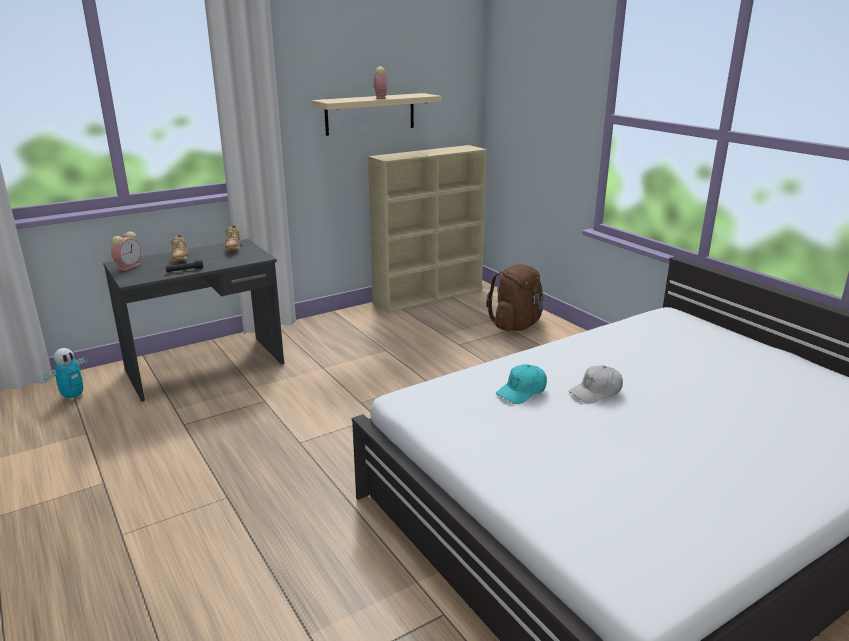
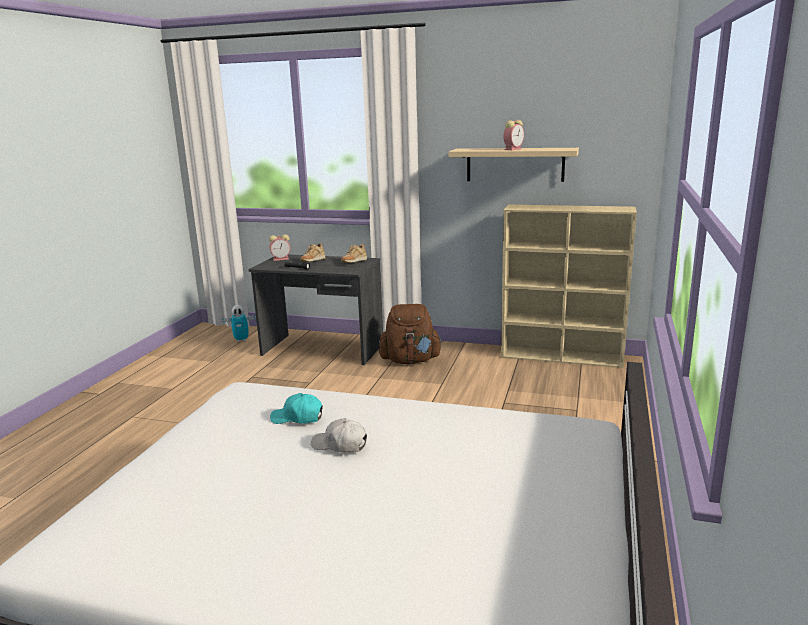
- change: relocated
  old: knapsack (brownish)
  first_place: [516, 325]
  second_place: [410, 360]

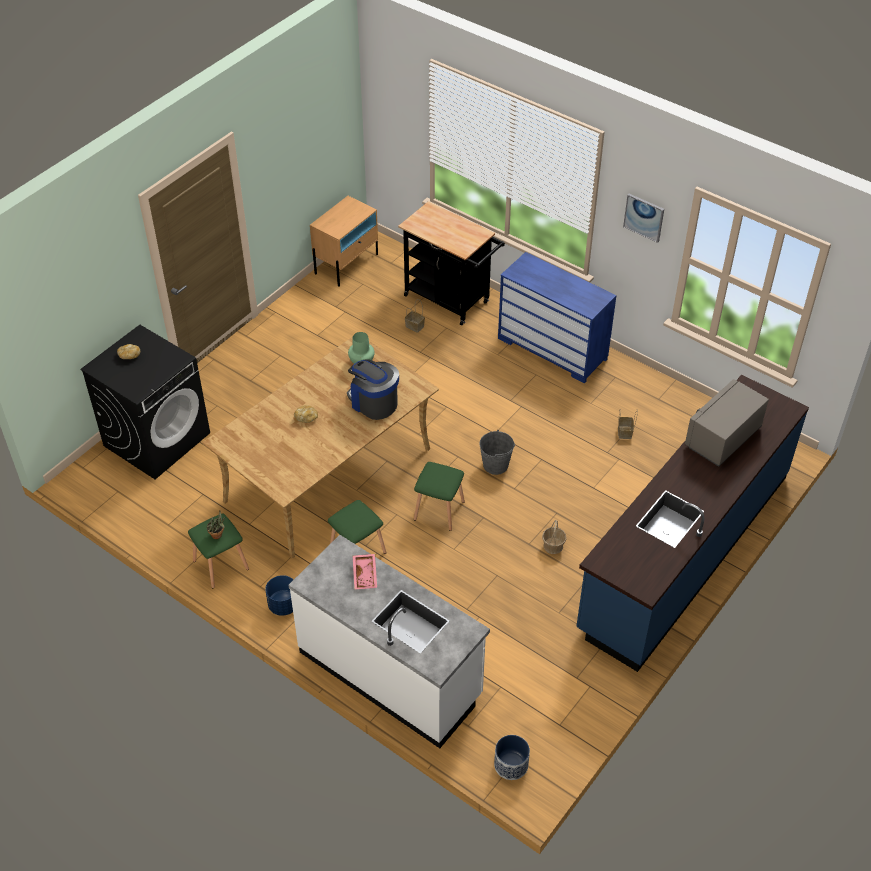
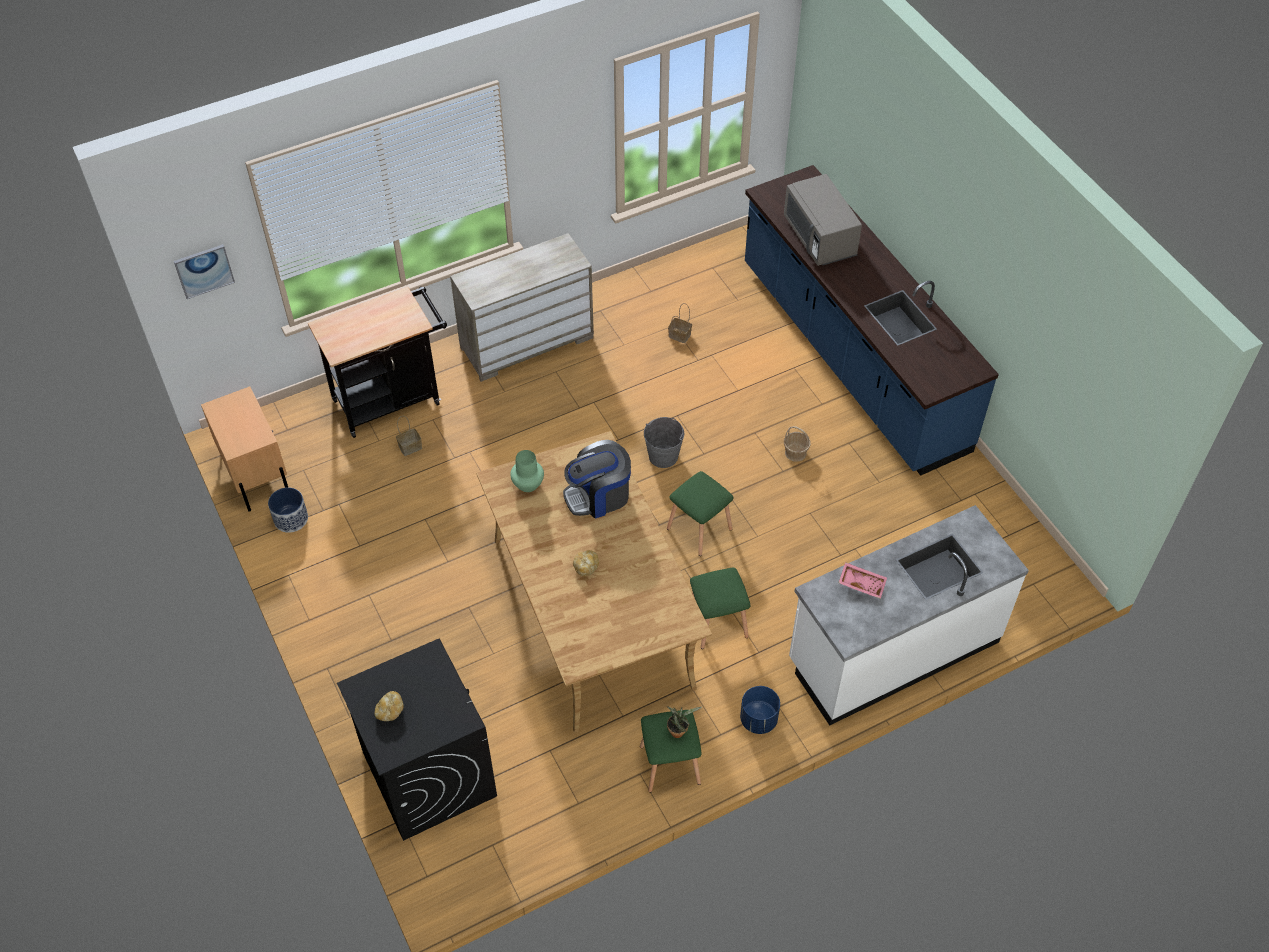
- change: relocated
  old: flower pot
  first_place: [511, 765]
  second_place: [291, 519]
- change: relocated
  old: wall picture
  first_place: [644, 217]
  second_place: [204, 270]
- change: colour
  old: chest of drawers (blue)
  new: chest of drawers (sand-coloured)
  first_place: [552, 348]
  second_place: [527, 342]

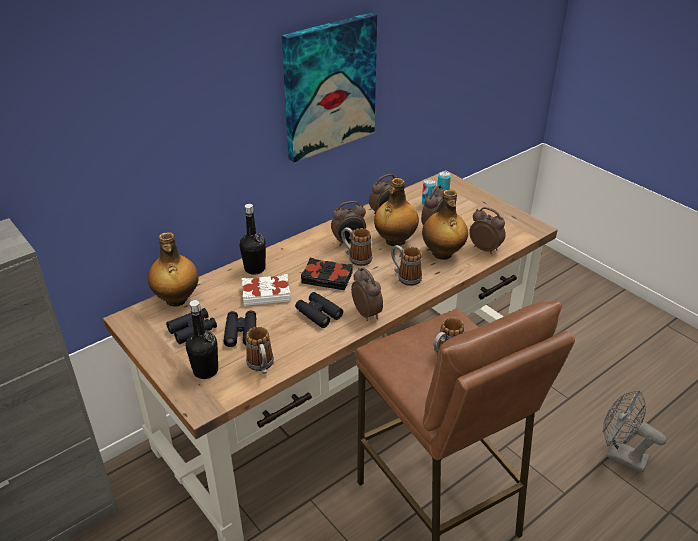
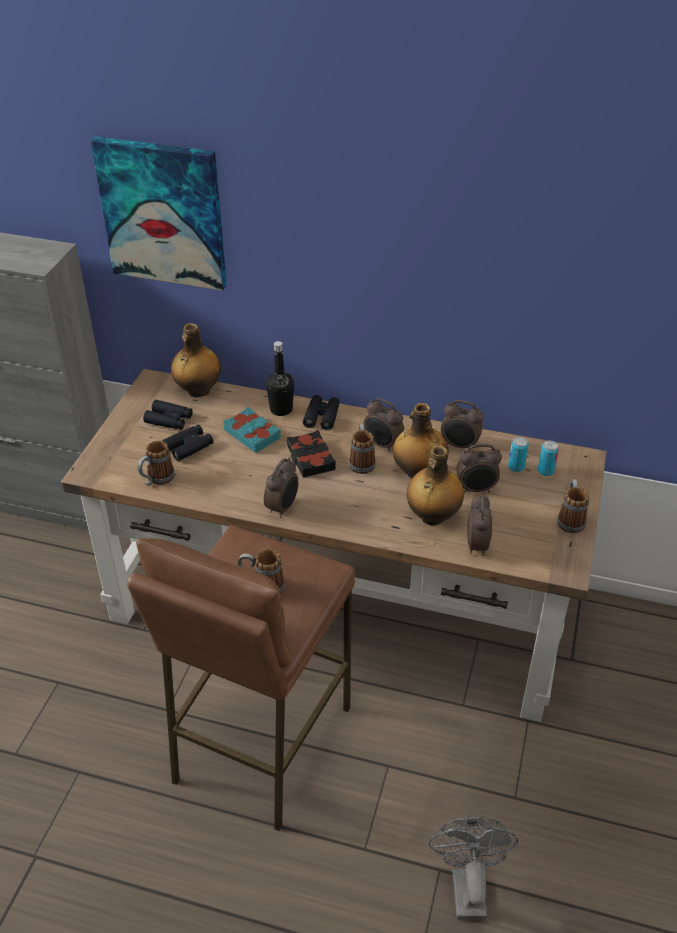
- change: missing
  old: beverage bottle (black-coloured)
  first_place: [205, 371]
- change: relocated
  old: wall picture
  first_place: [329, 86]
  second_place: [163, 213]
- change: relocated
  old: binoculars (black-coloured)
  first_place: [318, 314]
  second_place: [322, 416]
- change: relocated
  old: mug
  first_place: [405, 277]
  second_place: [570, 519]
- change: colour
  old: book (white-coloured)
  new: book (blue-green)
  first_place: [266, 293]
  second_place: [252, 434]

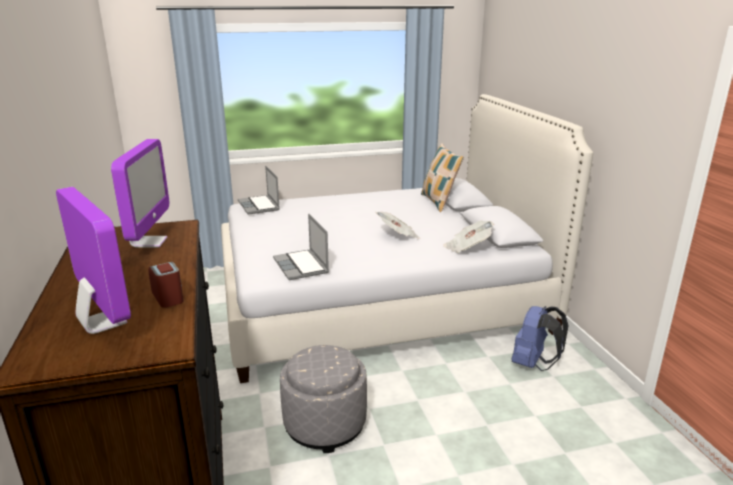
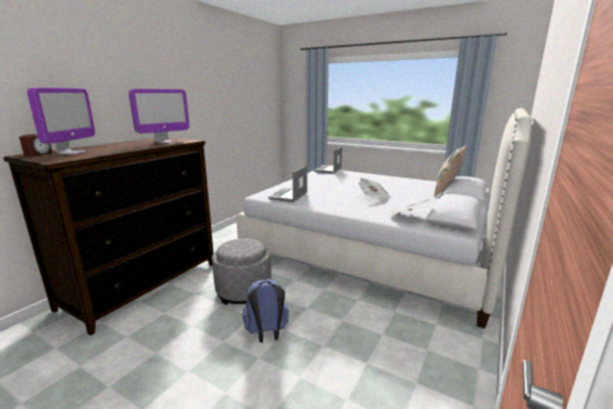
- change: relocated
  old: alarm clock
  first_place: [168, 297]
  second_place: [38, 154]
- change: relocated
  old: knapsack (blue)
  first_place: [533, 364]
  second_place: [267, 334]

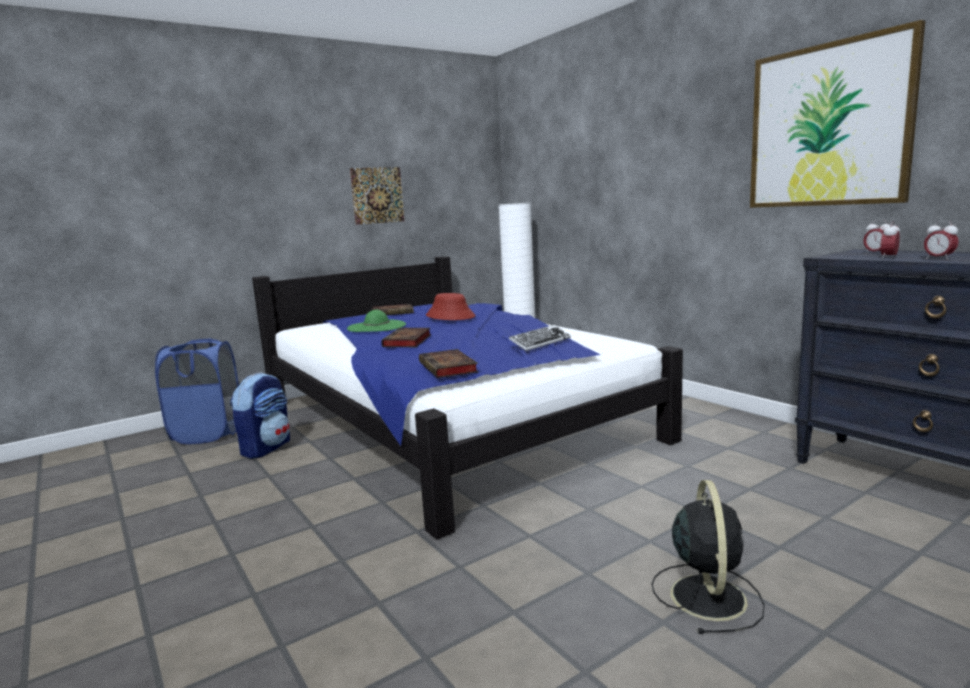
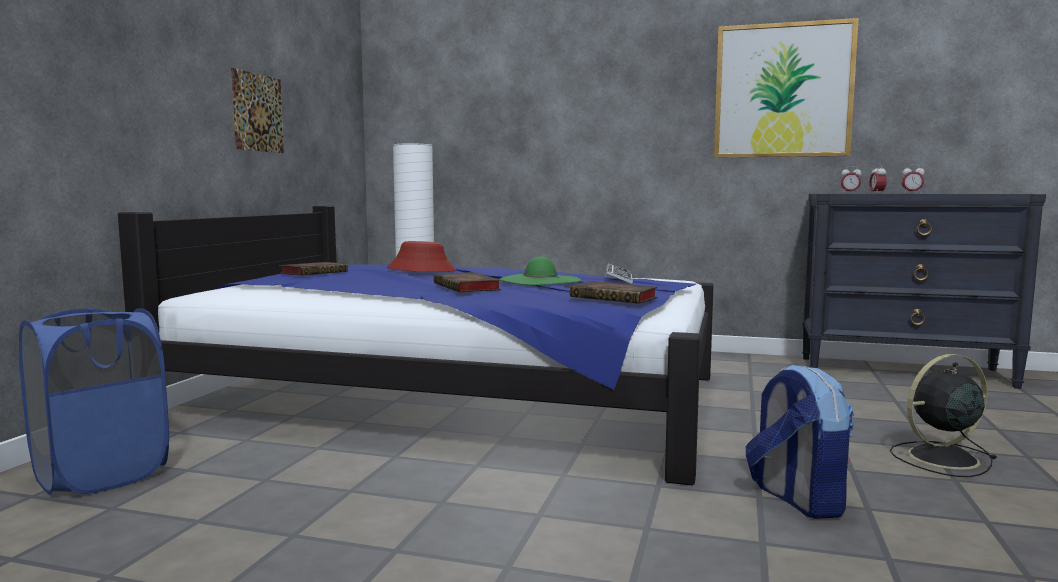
- change: relocated
  old: knapsack
  first_place: [266, 448]
  second_place: [796, 499]
- change: relocated
  old: clothing hat (green-coloured)
  first_place: [376, 326]
  second_place: [540, 280]
- change: spun
  old: cooling fan (black-coloured)
  first_place: [707, 595]
  second_place: [940, 458]
  degrees: -75

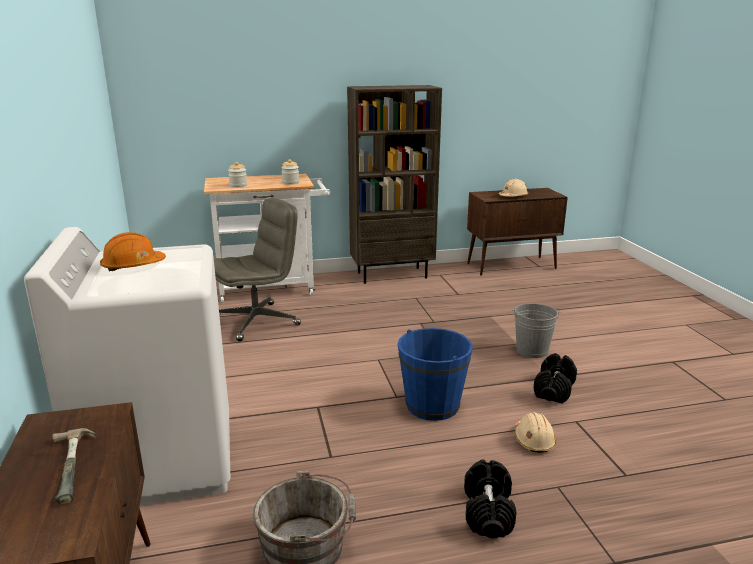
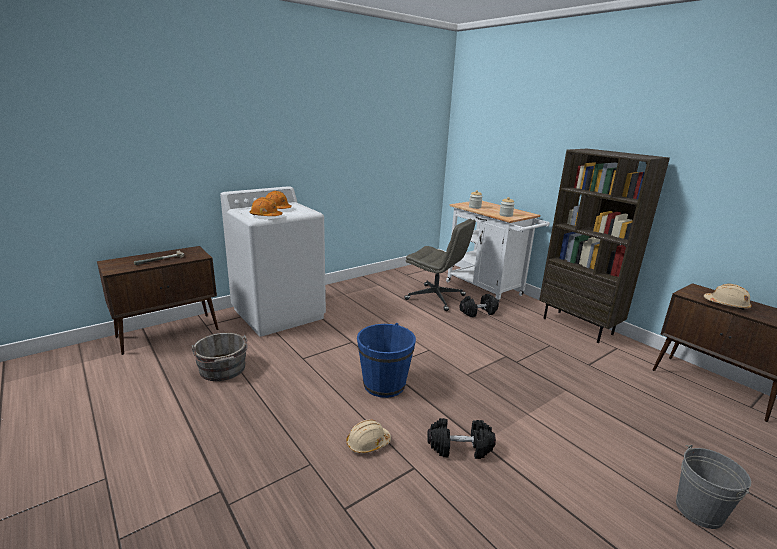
- change: appeared
  new: hard hat (orangey)
  second_place: [265, 216]
- change: relocated
  old: dumbbell (black-coloured)
  first_place: [487, 511]
  second_place: [478, 312]
- change: relocated
  old: pail (greyish)
  first_place: [532, 350]
  second_place: [698, 510]

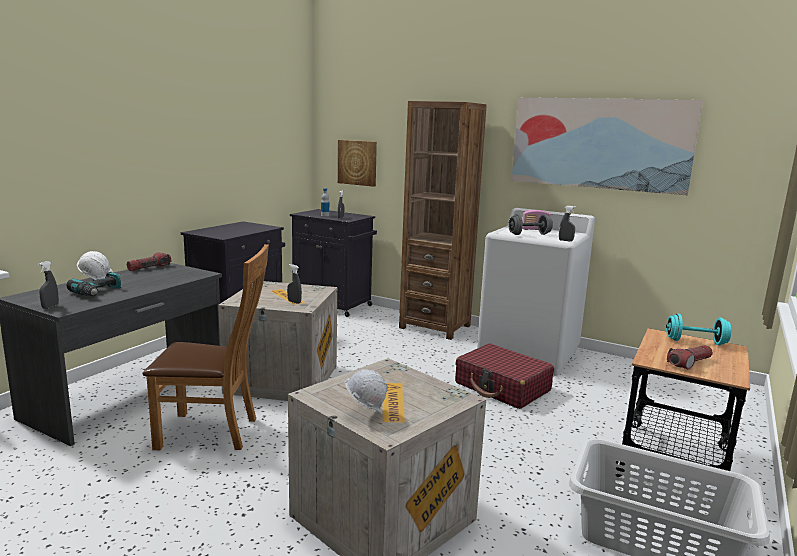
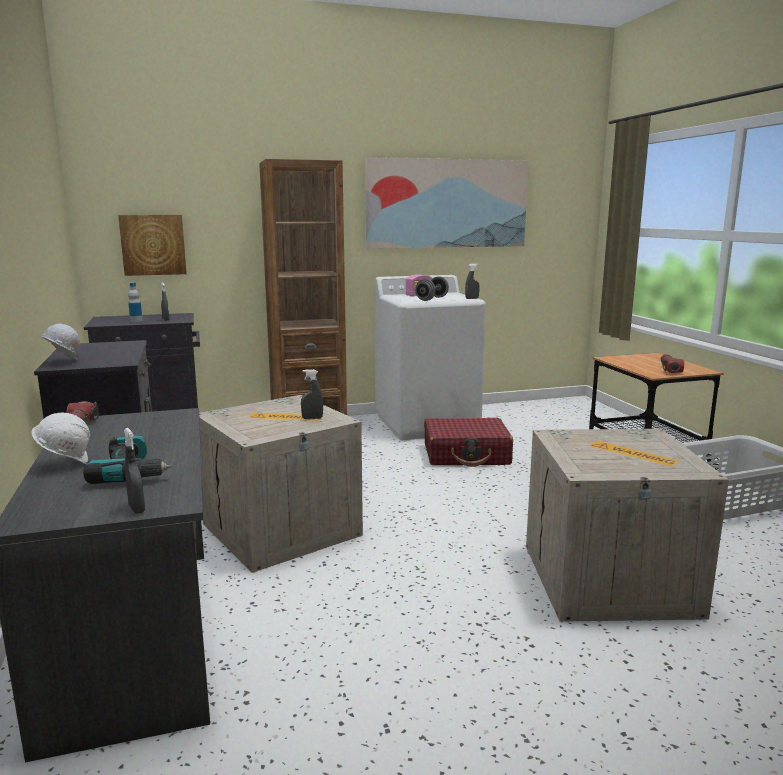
- change: missing
  old: plain chair (brownish)
  first_place: [214, 432]
- change: missing
  old: dumbbell (blue-green)
  first_place: [695, 342]
- change: relocated
  old: hard hat (white-coloured)
  first_place: [365, 412]
  second_place: [62, 362]

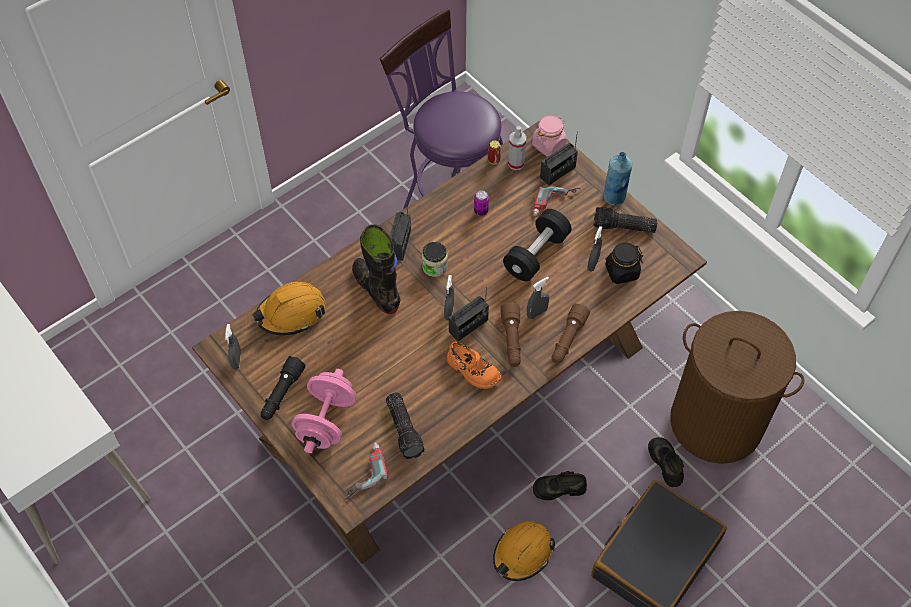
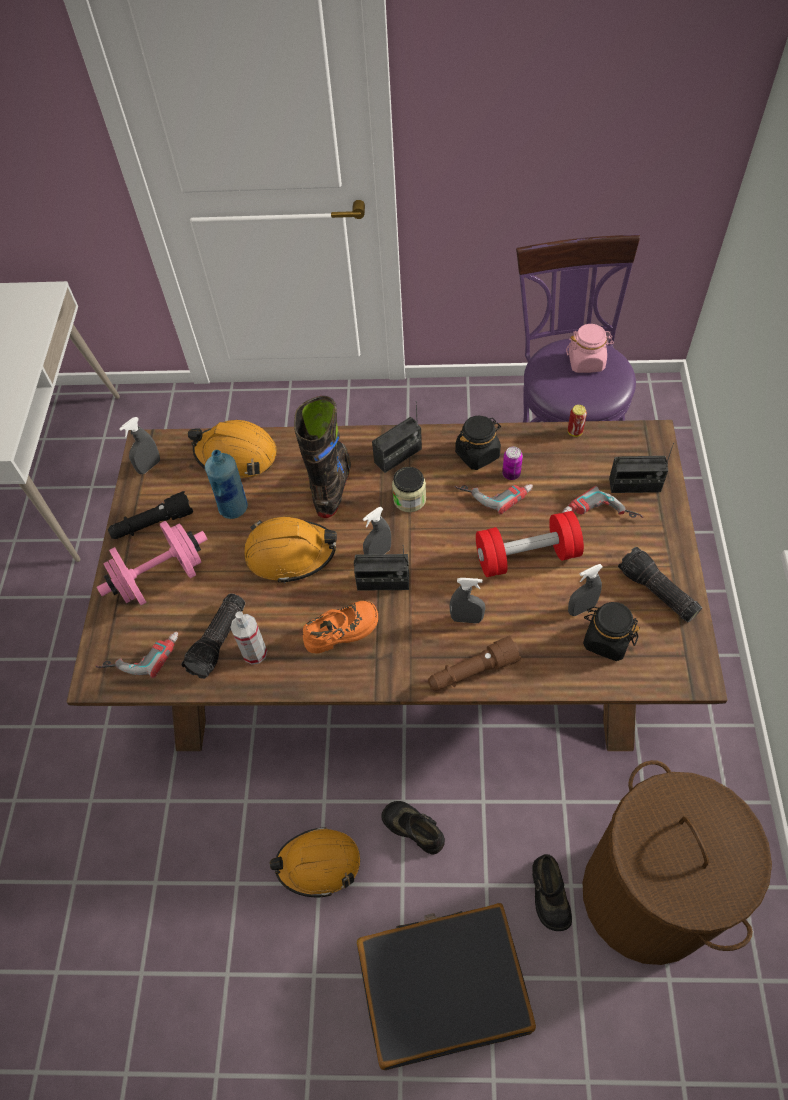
- change: missing
  old: torch (brownish)
  first_place: [511, 340]
- change: appeared
  new: hard hat (orangey)
  second_place: [290, 554]
- change: appeared
  new: electric drill
  second_place: [494, 490]
- change: appeared
  new: jar (black-coloured)
  second_place: [477, 454]
- change: relocated
  old: spray bottle
  first_place: [516, 163]
  second_place: [254, 653]
- change: relocated
  old: jar (pink)
  first_place: [548, 145]
  second_place: [586, 362]
- change: relocated
  old: beverage bottle (blue)
  first_place: [614, 197]
  second_place: [234, 508]
- change: colour
  old: dumbbell (black-coloured)
  new: dumbbell (reddish)
  first_place: [536, 254]
  second_place: [526, 556]
- change: spun
  old: item of footwear (orangey)
  first_place: [472, 370]
  second_place: [342, 631]
  degrees: -105
- change: spun
  old: item of footwear (black-coloured)
  first_place: [666, 463]
  second_place: [549, 894]
  degrees: 150

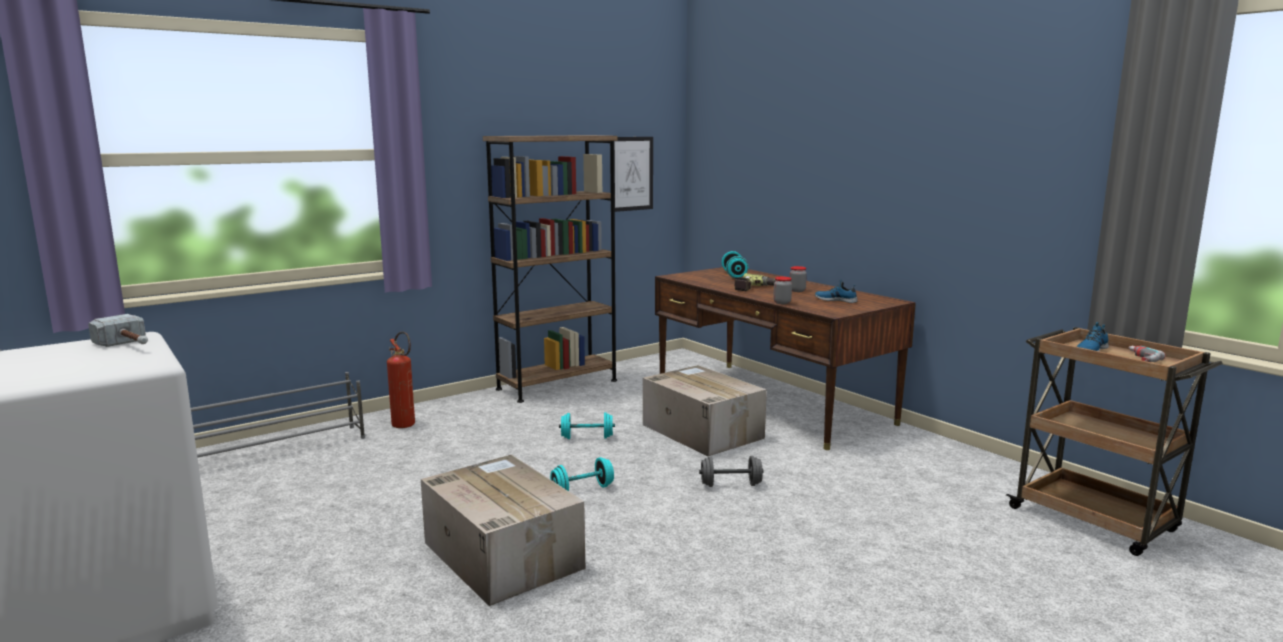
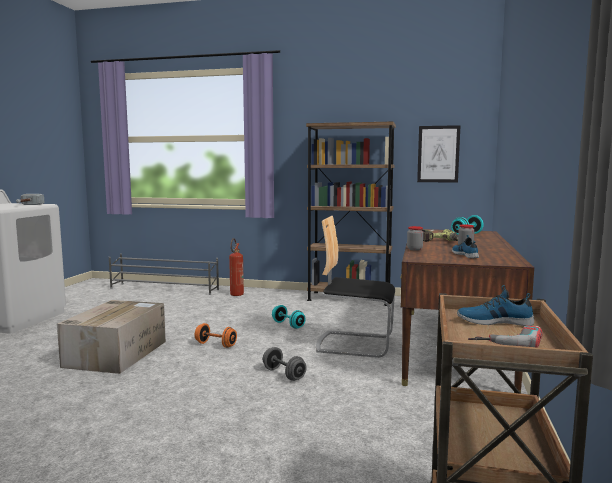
- change: exchanged
  old: packing box
  new: plain chair
  first_place: [701, 431]
  second_place: [355, 344]
- change: colour
  old: dumbbell (blue-green)
  new: dumbbell (orangey)
  first_place: [582, 490]
  second_place: [216, 345]

